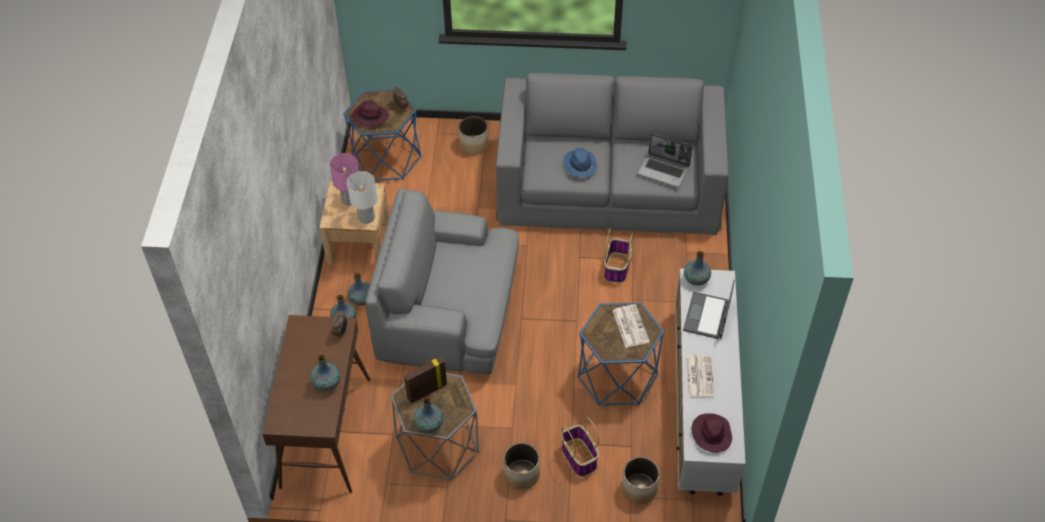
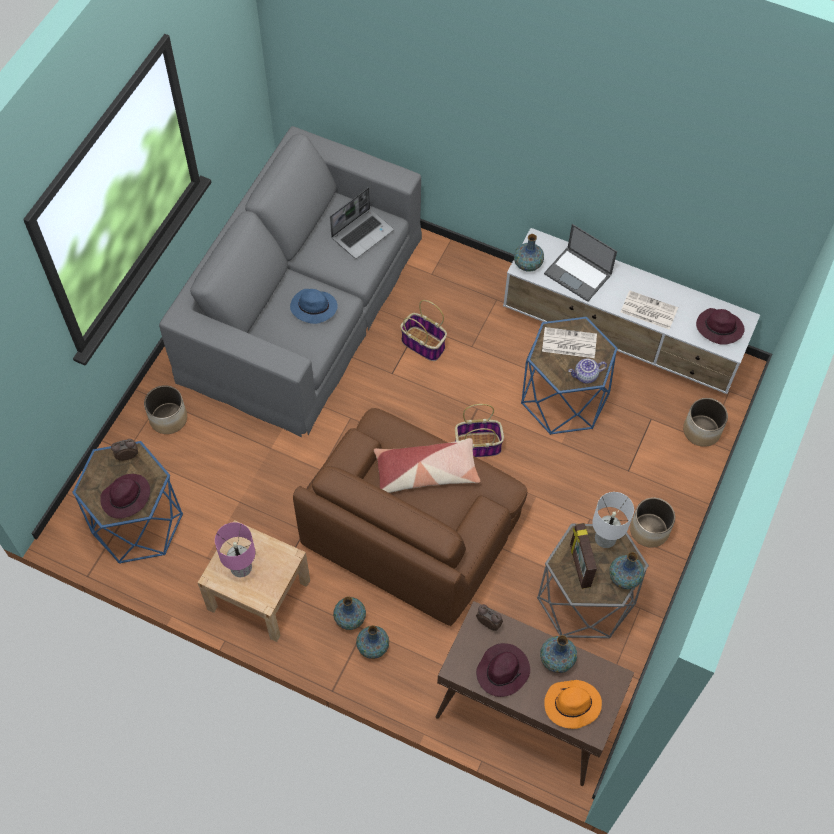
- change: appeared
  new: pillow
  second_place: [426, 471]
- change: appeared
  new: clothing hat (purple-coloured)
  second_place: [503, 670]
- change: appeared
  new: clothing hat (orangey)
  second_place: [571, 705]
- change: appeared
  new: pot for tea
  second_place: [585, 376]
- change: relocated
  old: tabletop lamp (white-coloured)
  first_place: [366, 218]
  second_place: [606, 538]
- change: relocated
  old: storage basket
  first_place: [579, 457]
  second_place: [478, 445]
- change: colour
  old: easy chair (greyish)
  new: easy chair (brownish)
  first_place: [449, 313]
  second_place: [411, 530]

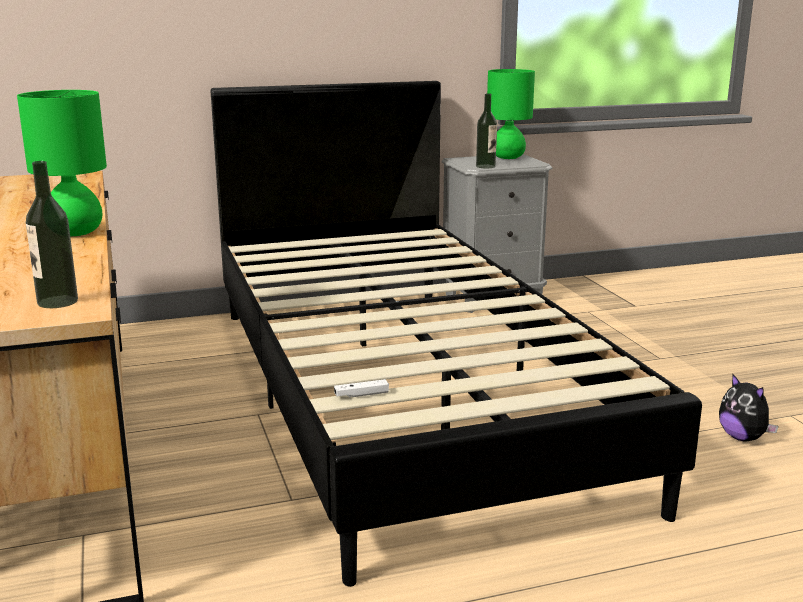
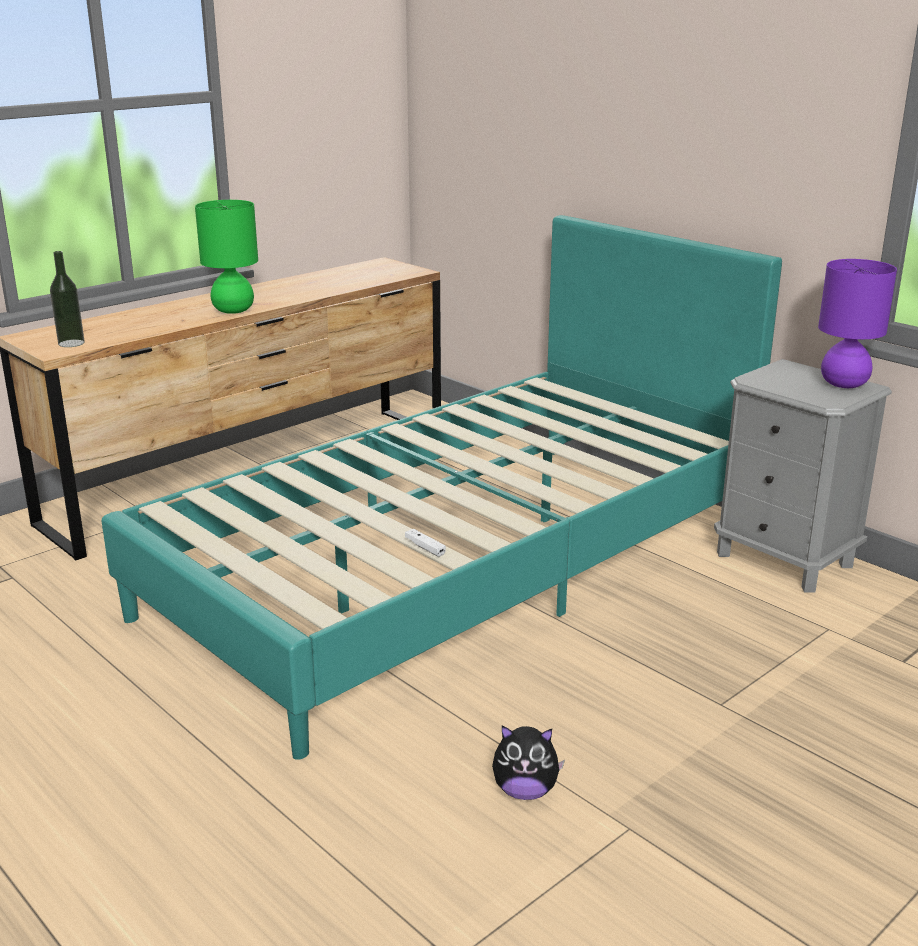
- change: missing
  old: beverage bottle
  first_place: [485, 166]
- change: relocated
  old: game controller (white-coloured)
  first_place: [361, 395]
  second_place: [425, 547]
- change: colour
  old: bed (black-coloured)
  new: bed (blue-green)
  first_place: [401, 393]
  second_place: [459, 567]
- change: colour
  old: tabletop lamp (green-coloured)
  new: tabletop lamp (purple-coloured)
  first_place: [507, 157]
  second_place: [843, 384]
- change: spun
  old: cuddly toy
  first_place: [743, 438]
  second_place: [525, 791]
  degrees: -120

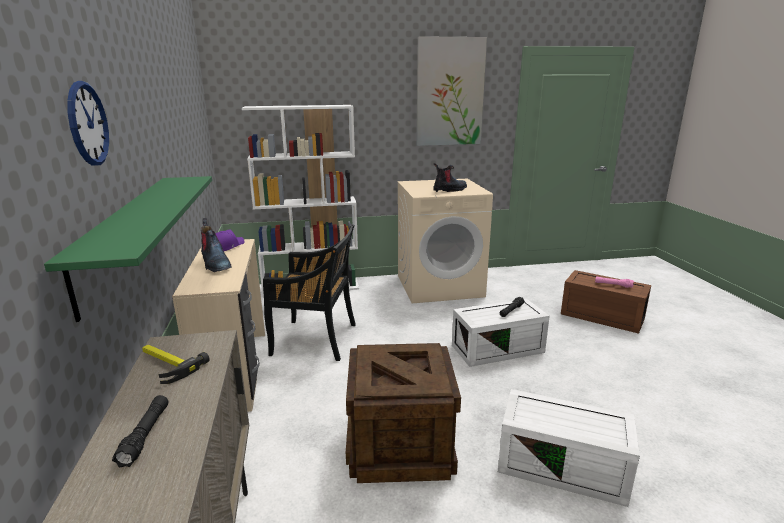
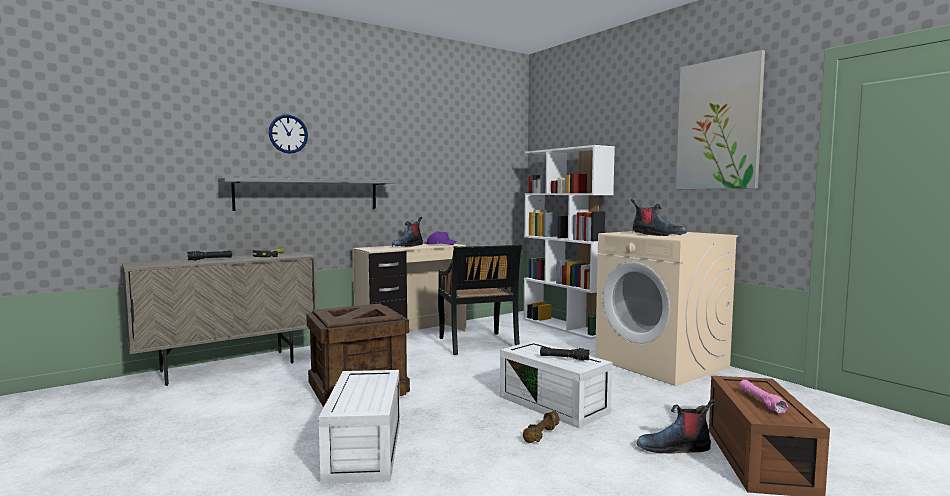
- change: appeared
  new: dumbbell (brownish)
  second_place: [542, 435]
- change: appeared
  new: boot
  second_place: [674, 448]
- change: colour
  old: bracket shelf (green-coloured)
  new: bracket shelf (greyish)
  first_place: [126, 235]
  second_place: [308, 194]

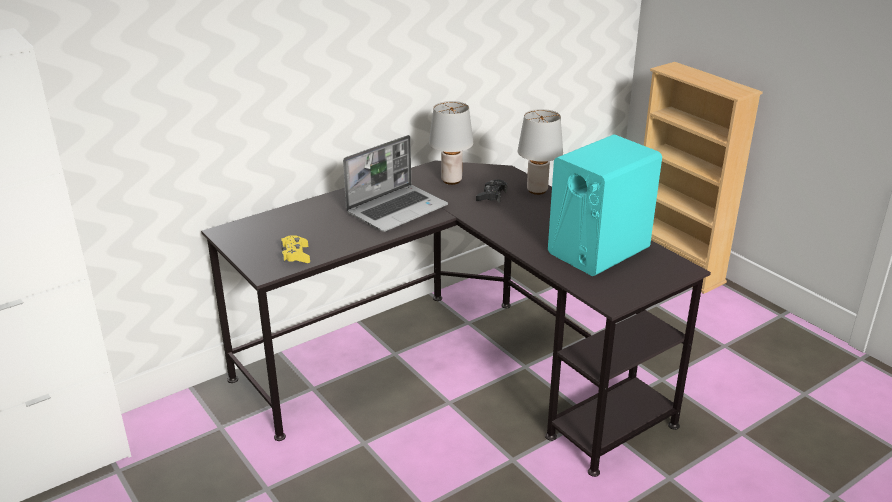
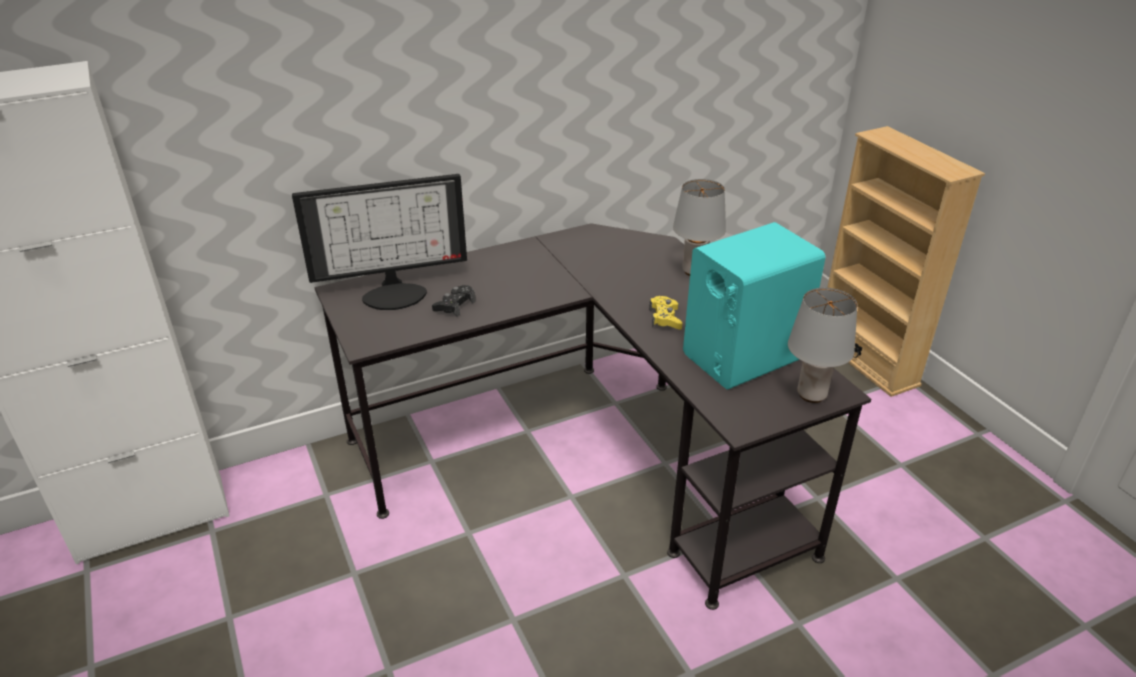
- change: missing
  old: laptop
  first_place: [397, 209]
- change: appeared
  new: computer screen
  second_place: [395, 293]
- change: relocated
  old: game controller (yellowish)
  first_place: [295, 255]
  second_place: [665, 318]
- change: relocated
  old: tabletop lamp (greyish)
  first_place: [451, 181]
  second_place: [812, 395]
- change: relocated
  old: game controller (black-coloured)
  first_place: [491, 196]
  second_place: [454, 305]

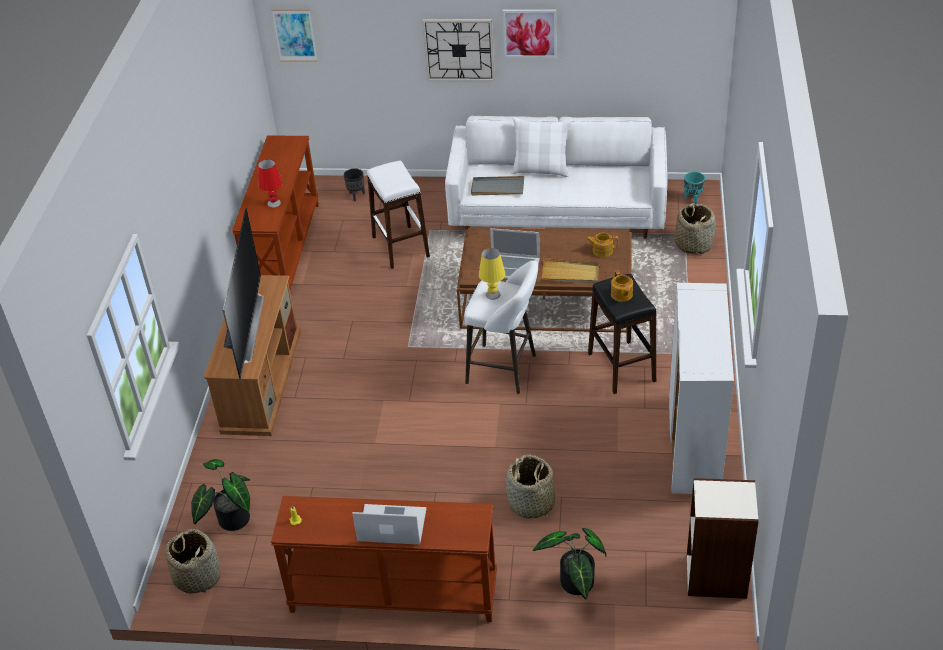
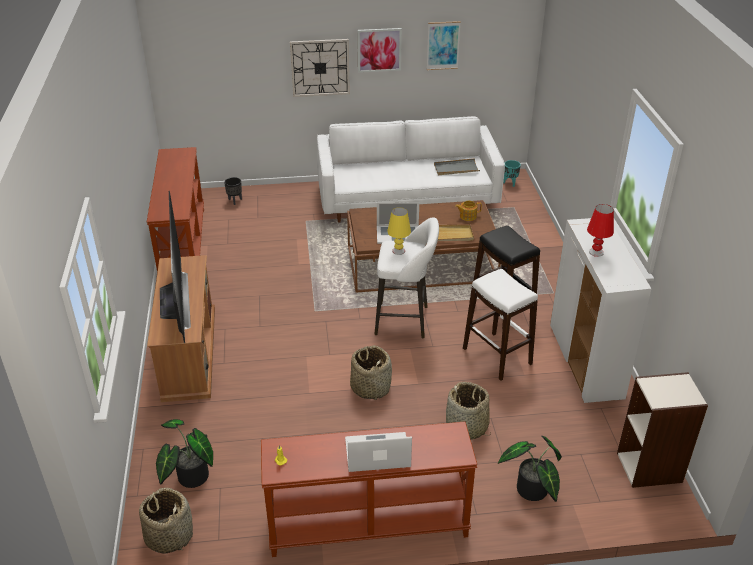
- change: missing
  old: pillow (white-coloured)
  first_place: [541, 170]
- change: missing
  old: pot for tea
  first_place: [621, 295]
- change: relocated
  old: tabletop lamp (reddish)
  first_place: [274, 203]
  second_place: [596, 252]
- change: relocated
  old: wall picture
  first_place: [294, 35]
  second_place: [443, 45]
- change: relocated
  old: stool seat (white-coloured)
  first_place: [401, 247]
  second_place: [497, 356]
- change: relocated
  old: tray (greyish)
  first_place: [497, 188]
  second_place: [456, 169]
- change: relocated
  old: storage basket
  first_place: [693, 244]
  second_place: [370, 387]

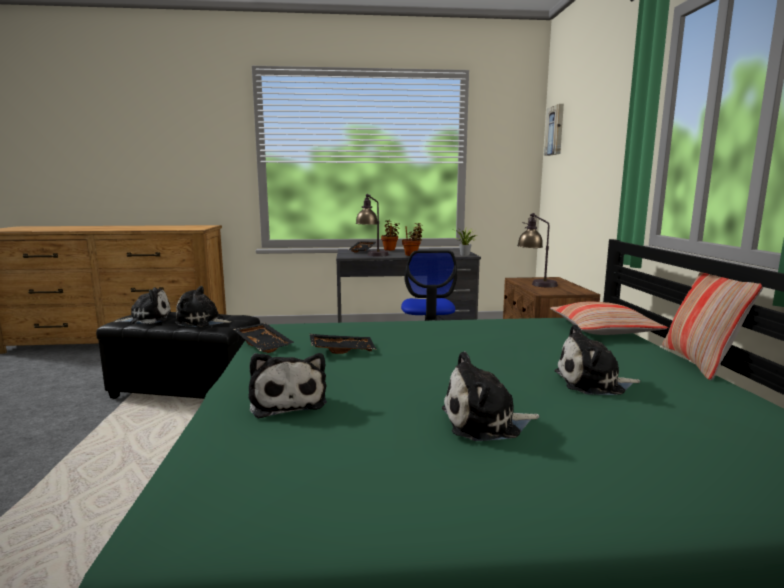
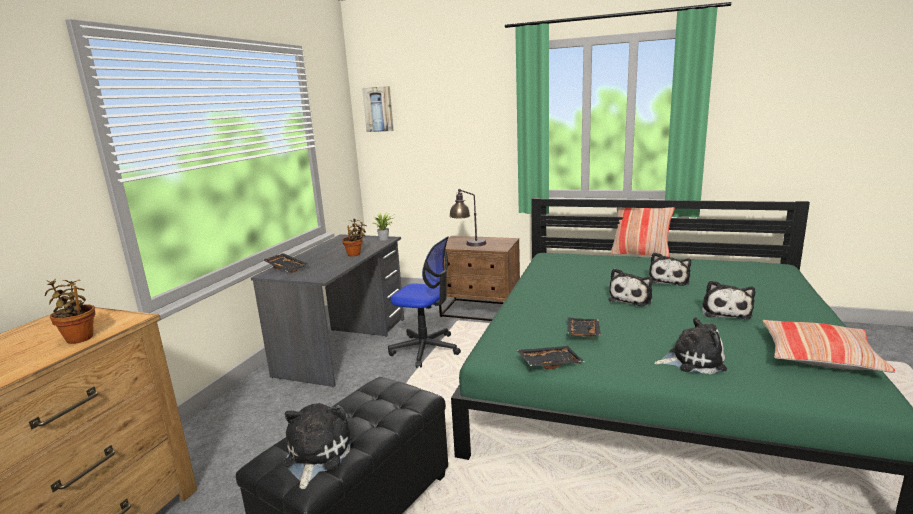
- change: missing
  old: tabletop lamp
  first_place: [372, 256]
- change: relocated
  old: cuddly toy
  first_place: [202, 322]
  second_place: [632, 299]
- change: relocated
  old: plant in a pot
  first_place: [390, 249]
  second_place: [79, 337]
- change: relocated
  old: pillow
  first_place: [603, 330]
  second_place: [819, 356]

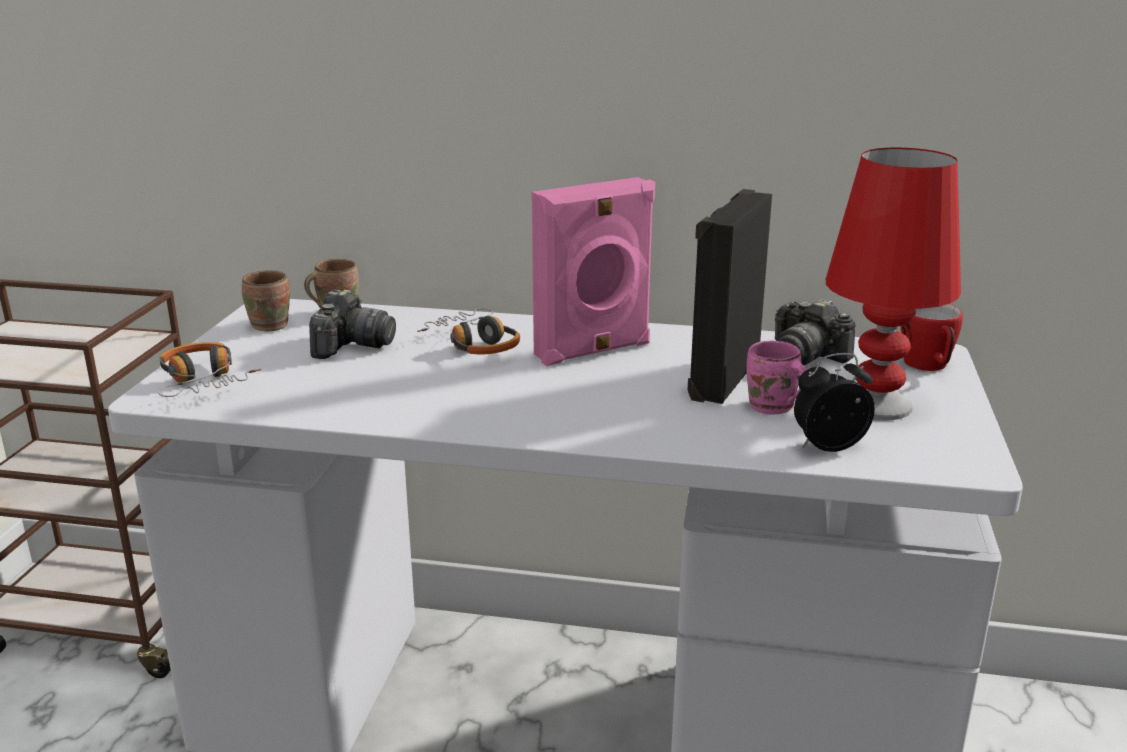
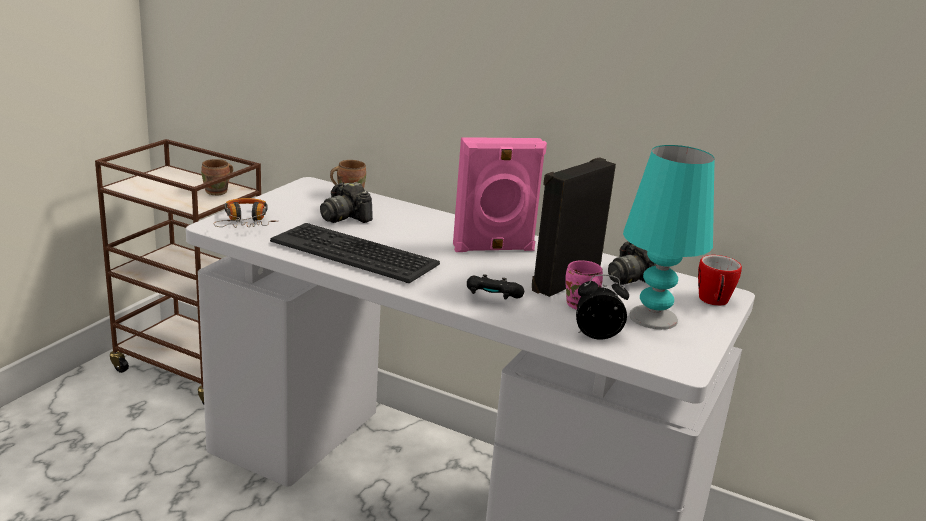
- change: missing
  old: headset
  first_place: [474, 344]
- change: appeared
  new: computer keyboard
  second_place: [355, 253]
- change: appeared
  new: game controller (black-coloured)
  second_place: [492, 299]
- change: relocated
  old: mug (brownish)
  first_place: [273, 325]
  second_place: [218, 192]
- change: colour
  old: tabletop lamp (reddish)
  new: tabletop lamp (blue-green)
  first_place: [877, 405]
  second_place: [653, 318]
- change: spun
  old: photo camera
  first_place: [351, 345]
  second_place: [345, 217]
  degrees: 105

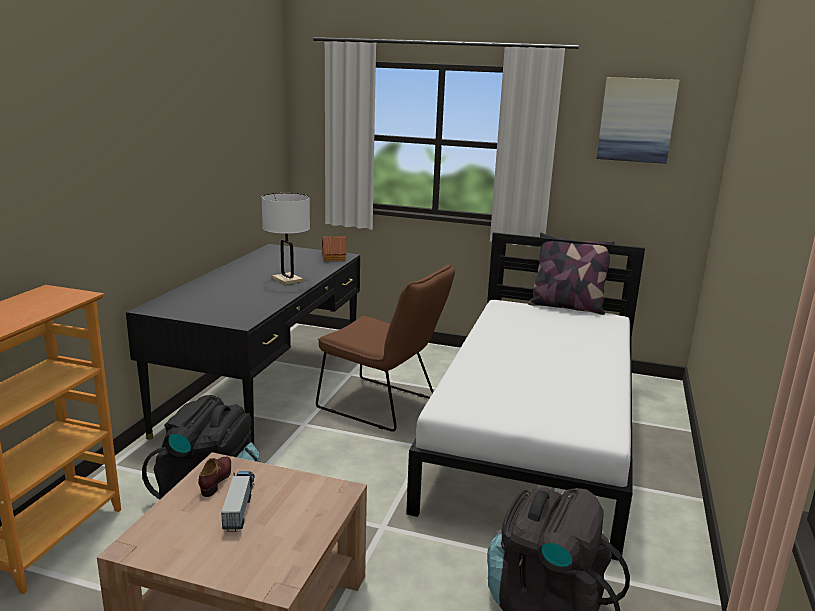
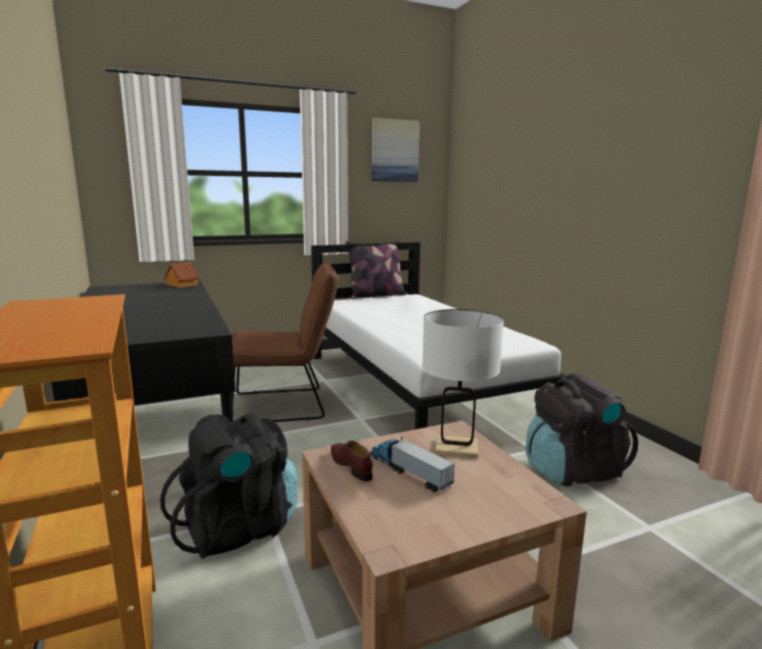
- change: relocated
  old: tabletop lamp (white-coloured)
  first_place: [287, 279]
  second_place: [456, 448]

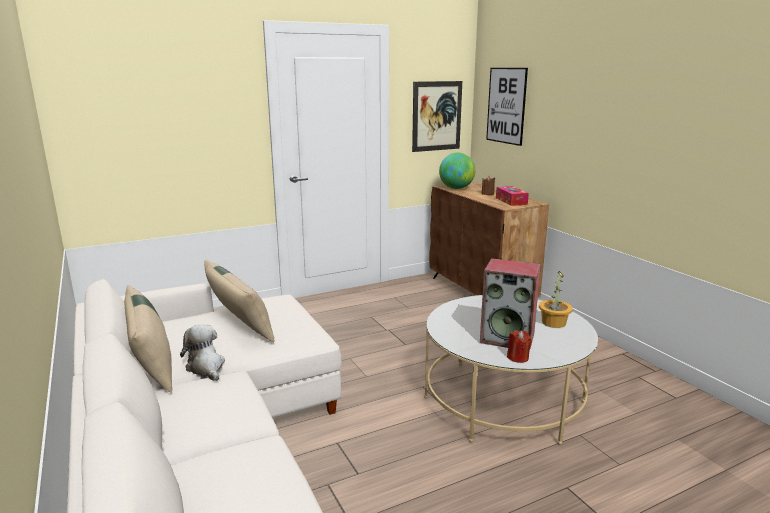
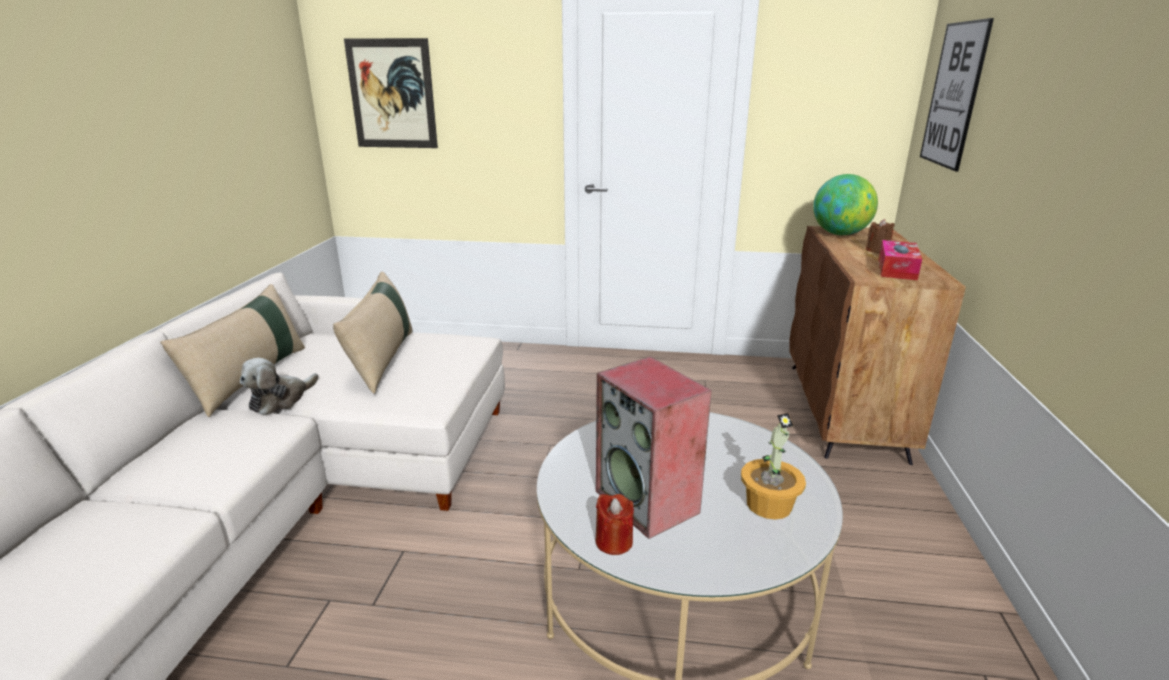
- change: relocated
  old: wall picture
  first_place: [437, 116]
  second_place: [392, 94]
- change: spun
  old: cuddly toy
  first_place: [206, 367]
  second_place: [280, 400]
  degrees: -150

